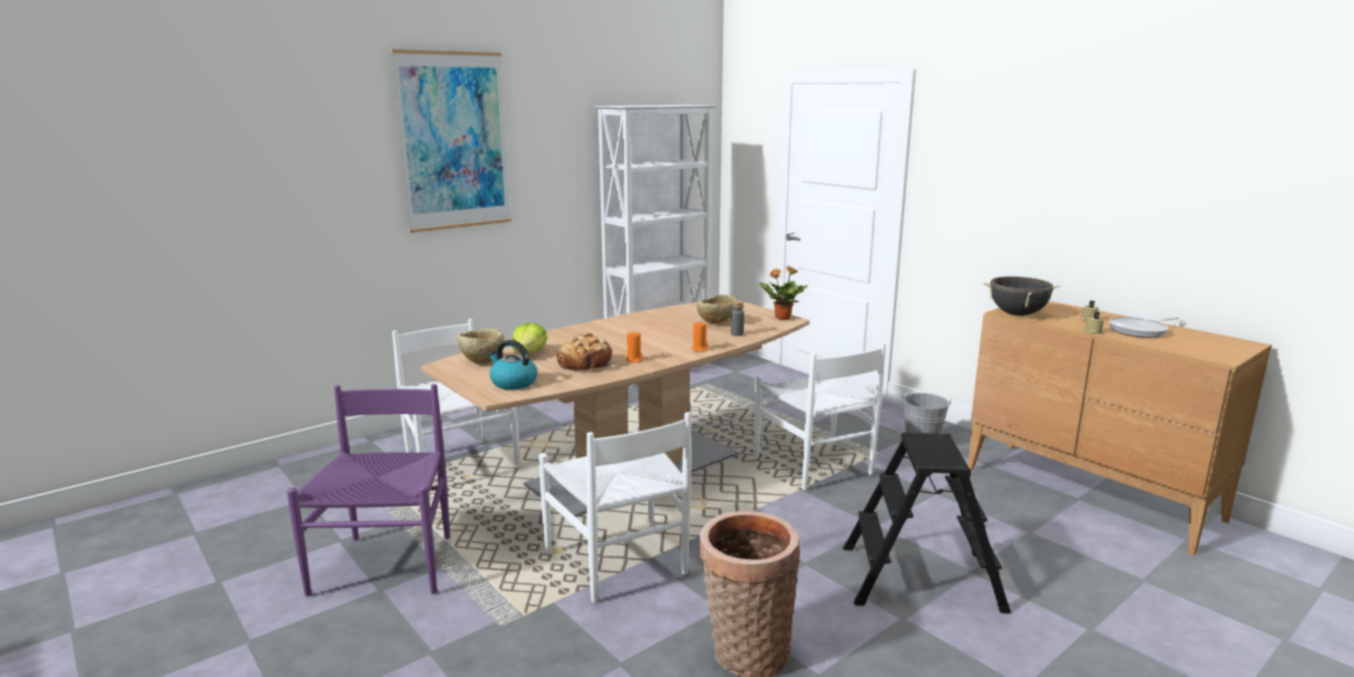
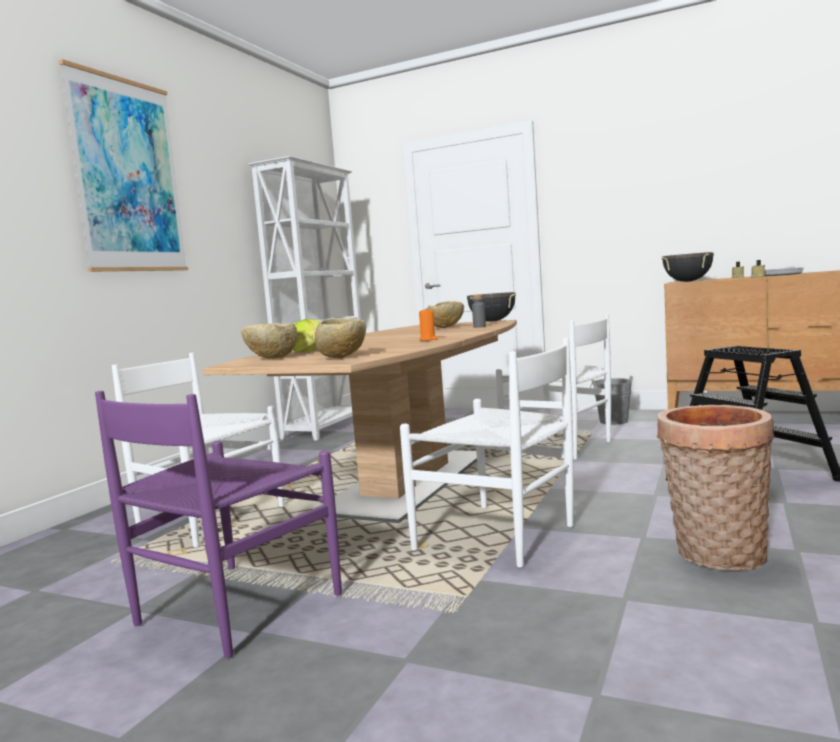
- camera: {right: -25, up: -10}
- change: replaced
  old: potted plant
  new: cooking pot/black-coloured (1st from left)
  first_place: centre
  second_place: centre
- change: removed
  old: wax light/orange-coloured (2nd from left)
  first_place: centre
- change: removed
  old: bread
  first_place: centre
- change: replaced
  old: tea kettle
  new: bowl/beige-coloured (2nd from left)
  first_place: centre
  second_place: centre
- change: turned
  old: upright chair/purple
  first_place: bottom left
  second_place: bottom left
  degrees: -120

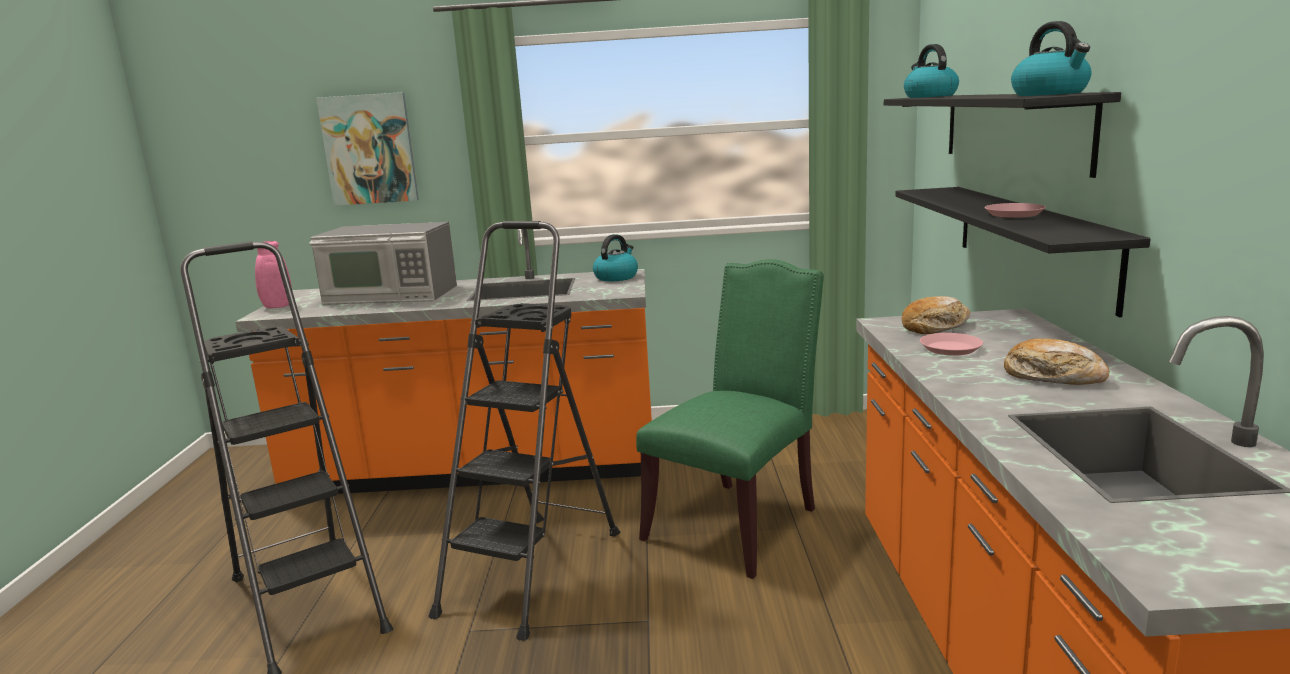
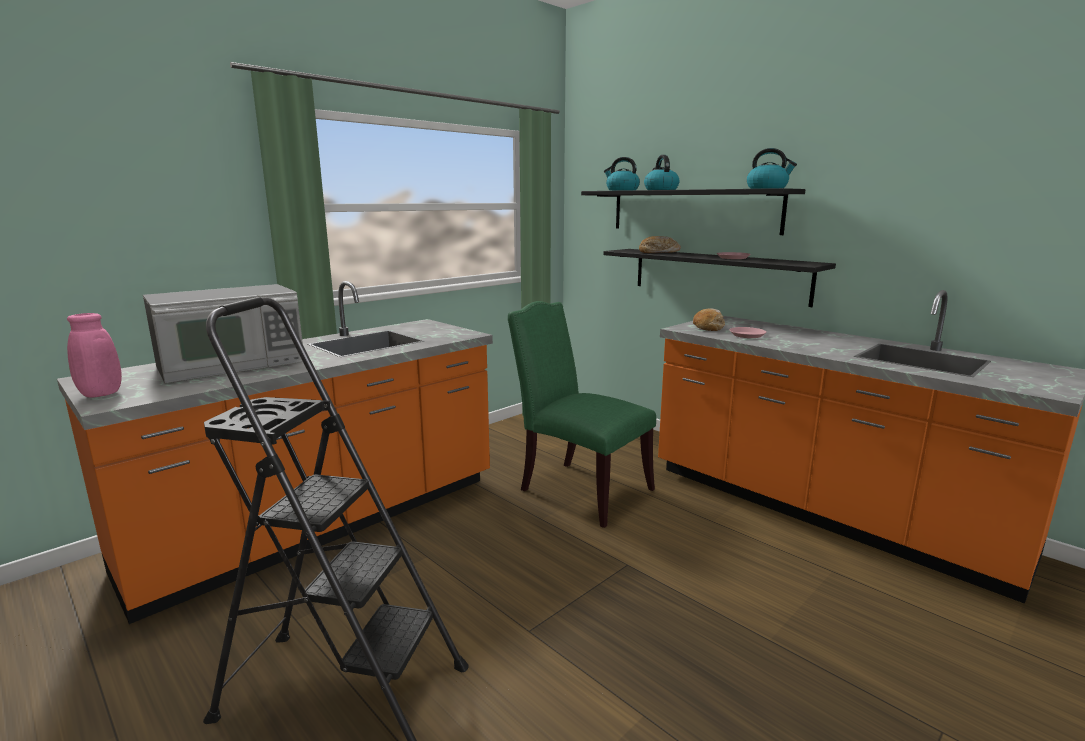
- camera: {right: -45, up: 0}
- change: removed
  old: picture
  first_place: top left
- change: removed
  old: step stool (2nd from left)
  first_place: centre
- change: moved
  old: tea kettle (1st from left in the first image)
  new: tea kettle (2nd from left)
  first_place: centre
  second_place: top centre
- change: turned
  old: upright chair/greenish
  first_place: centre
  second_place: centre
  degrees: -45
- change: moved
  old: bread (2nd from left in the first image)
  new: bread (1st from left)
  first_place: middle right
  second_place: top centre

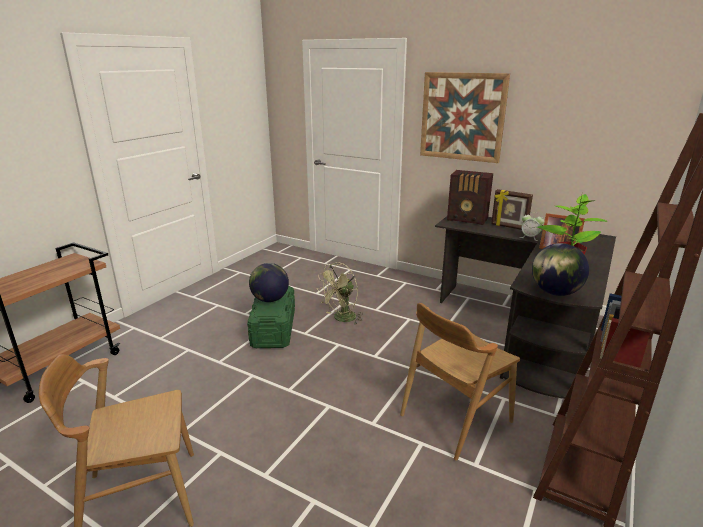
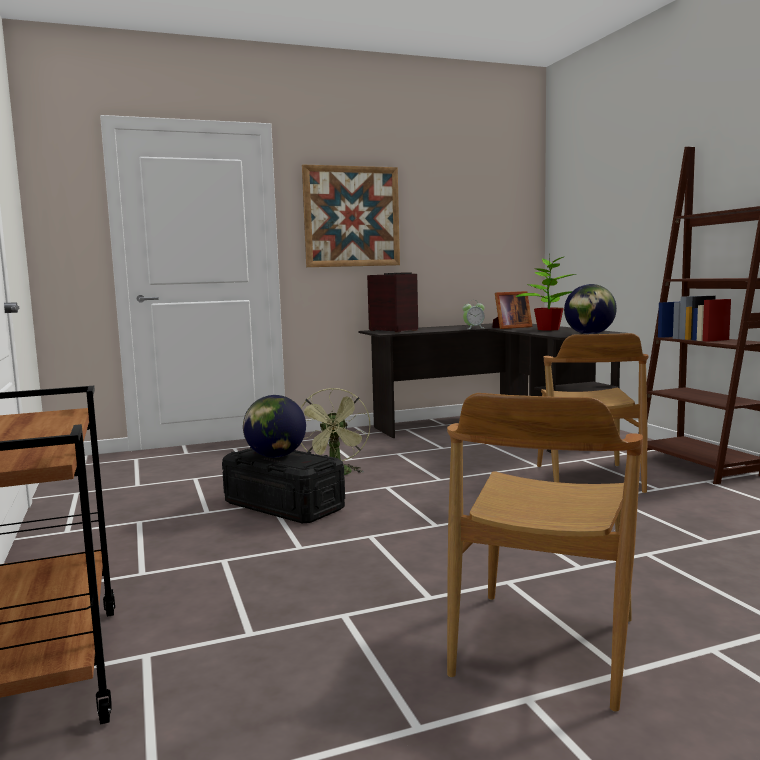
- camera: {right: -50, up: -15}
- change: turned
  old: radio set
  first_place: middle right
  second_place: centre
  degrees: -105
- change: removed
  old: picture frame (1st from left)
  first_place: middle right
- change: recoloured
  old: storage box/greenish
  new: storage box/black-coloured
  first_place: centre
  second_place: centre

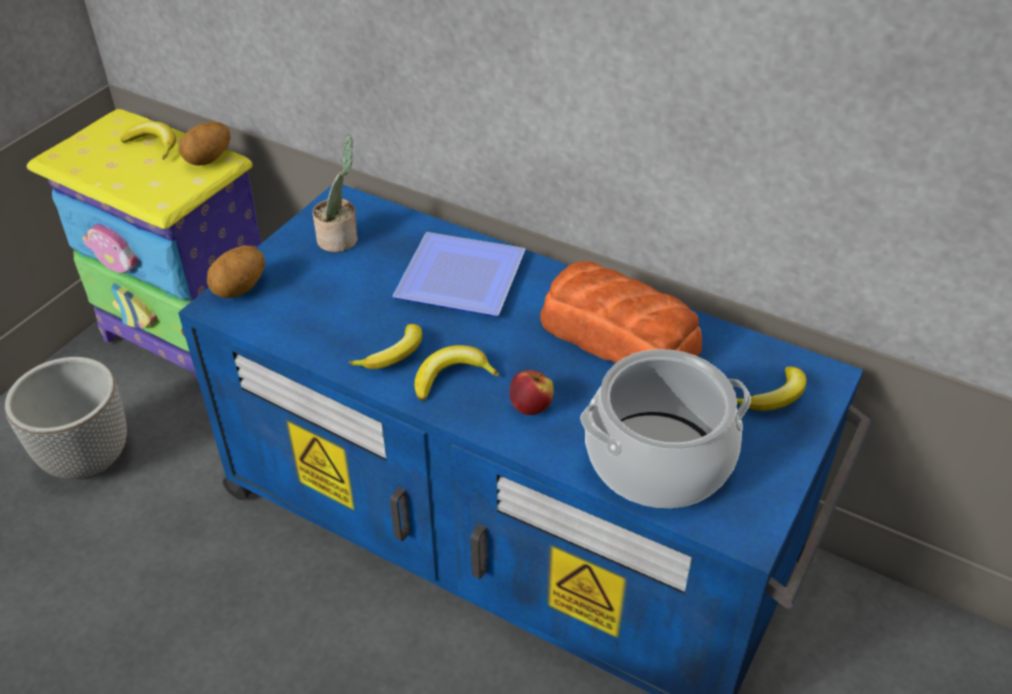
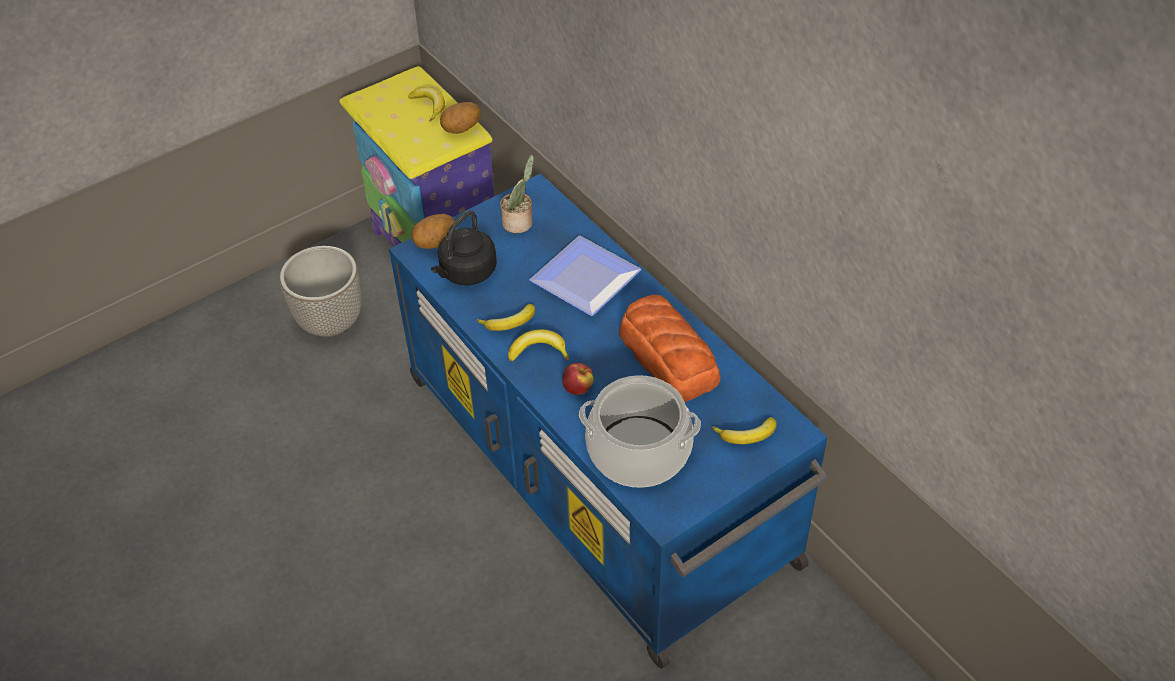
- camera: {right: 25, up: 5}
- change: added
  new: tea kettle/black-coloured
  second_place: centre

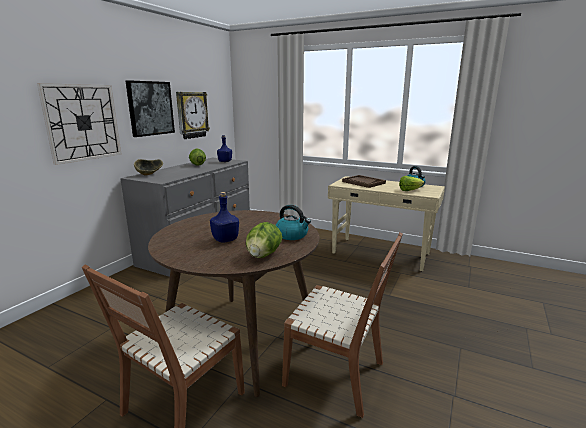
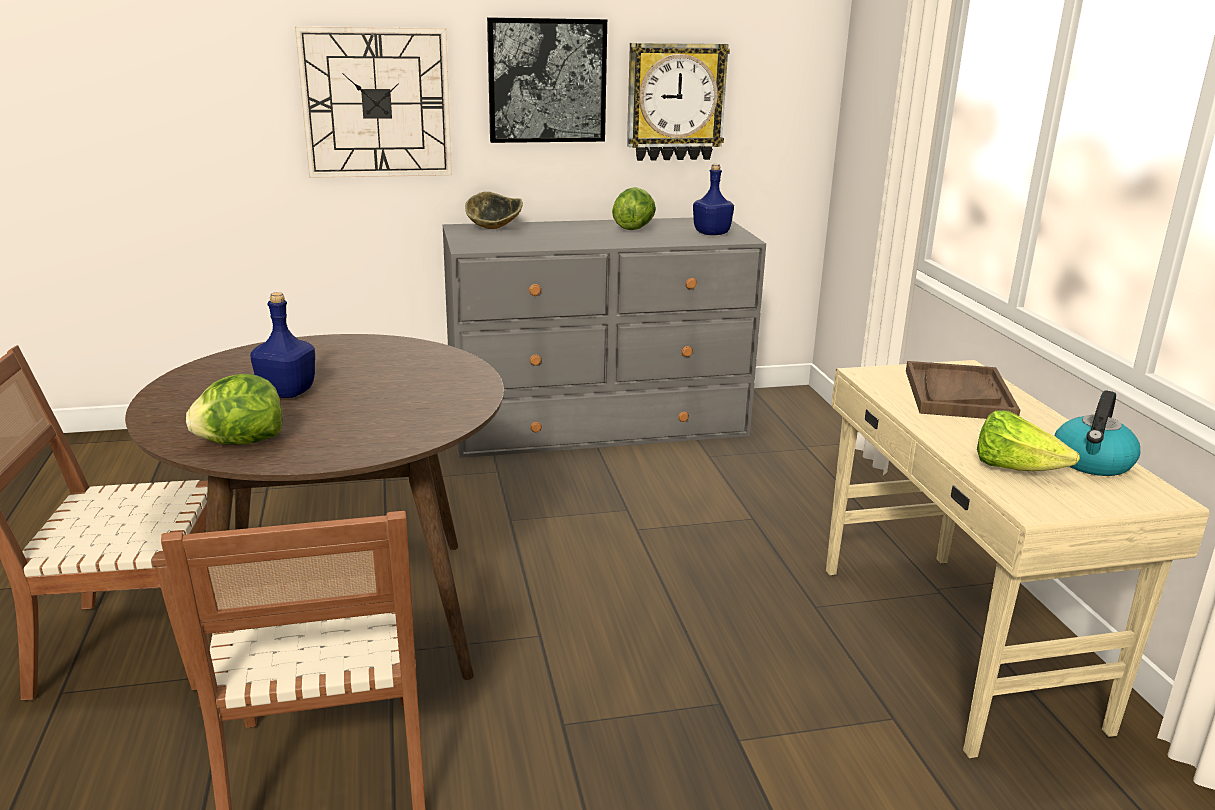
- camera: {right: 50, up: 5}
- change: removed
  old: tea kettle (1st from left)
  first_place: centre

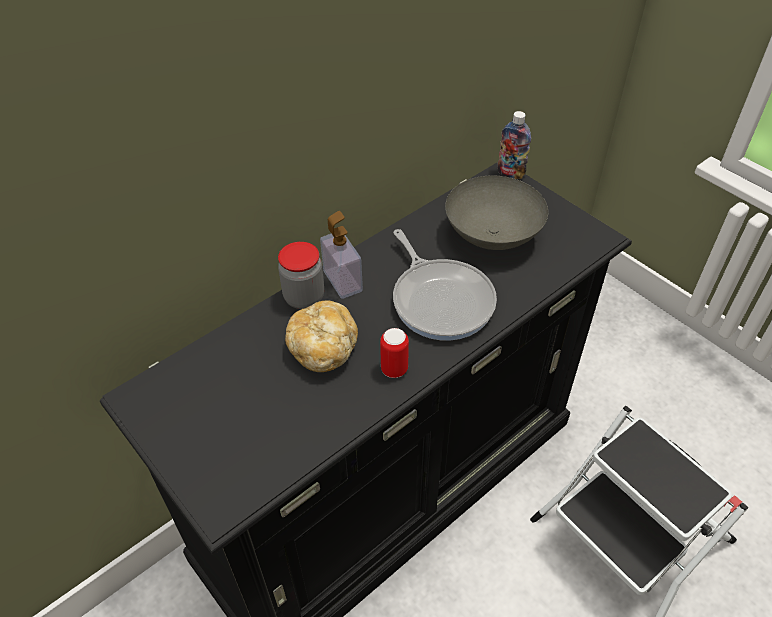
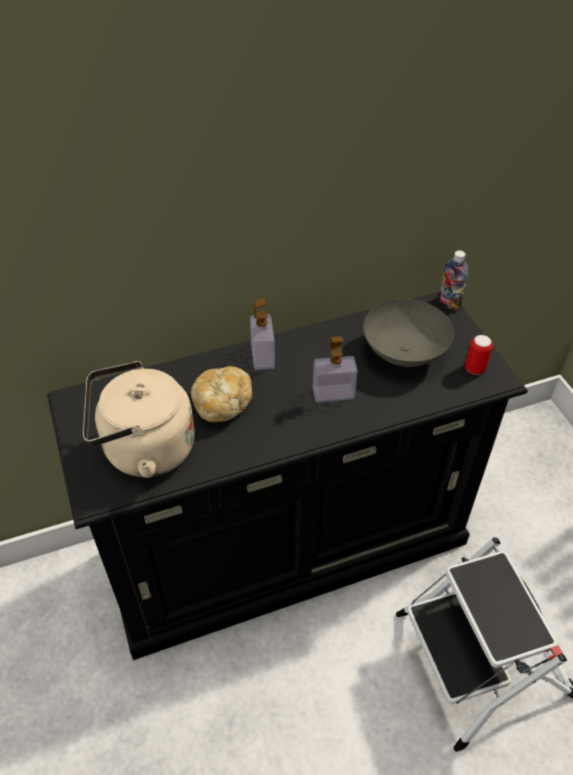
- camera: {right: 20, up: 0}
- change: replaced
  old: pan
  new: soap dispenser (2nd from left)
  first_place: centre
  second_place: centre
- change: removed
  old: preserve jar
  first_place: centre
- change: moved
  old: can
  first_place: centre
  second_place: middle right
- change: added
  new: tea kettle/beige-coloured
  second_place: middle left

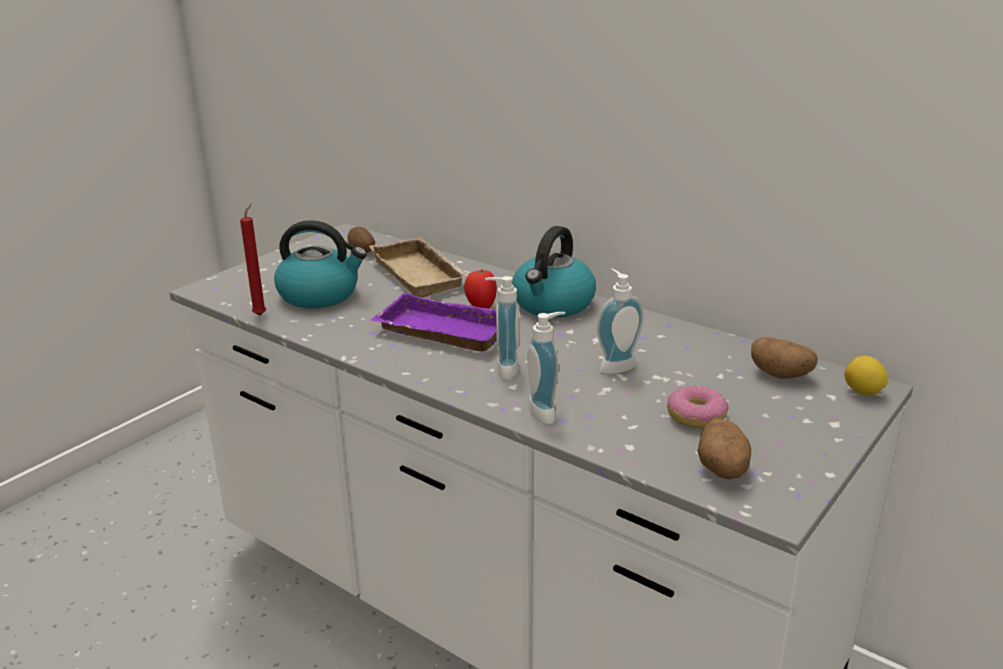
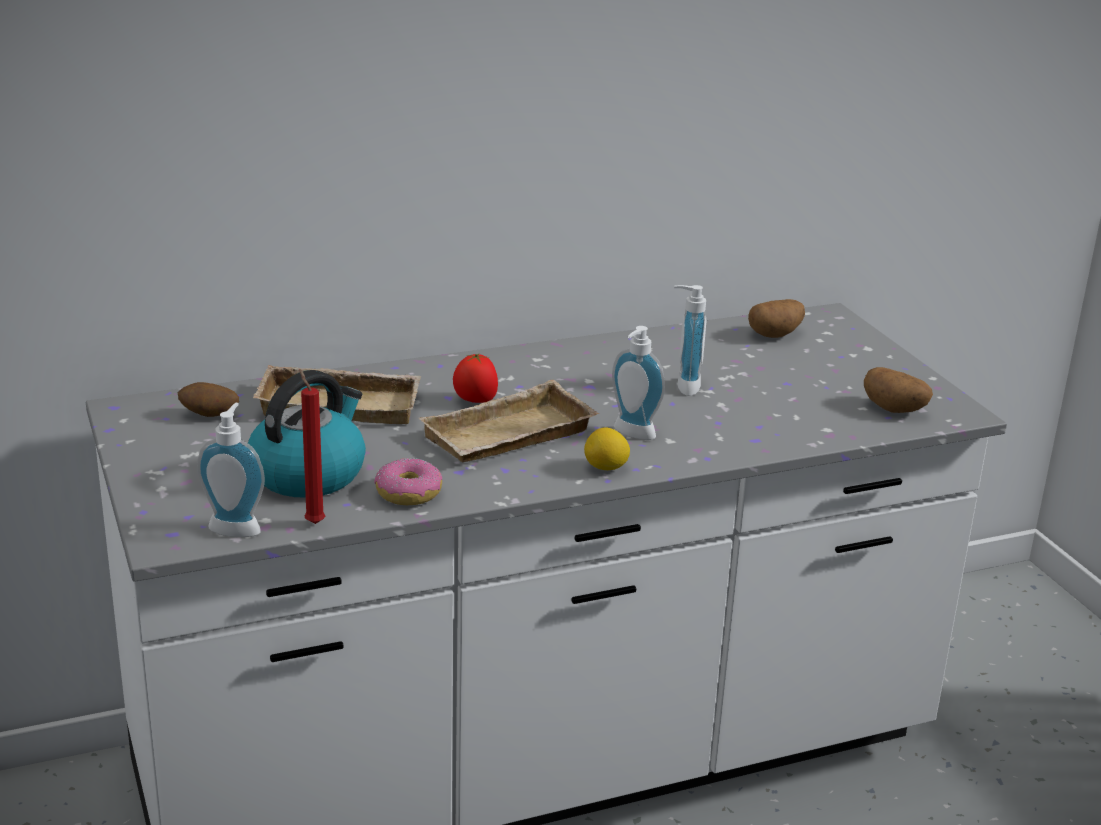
- camera: {right: -60, up: 0}
- change: removed
  old: tea kettle (2nd from left)
  first_place: centre
- change: recoloured
  old: carrying tray/purple
  new: carrying tray/beige-coloured (2nd from left)
  first_place: centre
  second_place: centre
- change: moved
  old: soap dispenser (2nd from left in the first image)
  new: soap dispenser (1st from left)
  first_place: centre
  second_place: middle left
- change: moved
  old: whole lemon
  first_place: middle right
  second_place: centre
- change: moved
  old: doughnut
  first_place: middle right
  second_place: centre

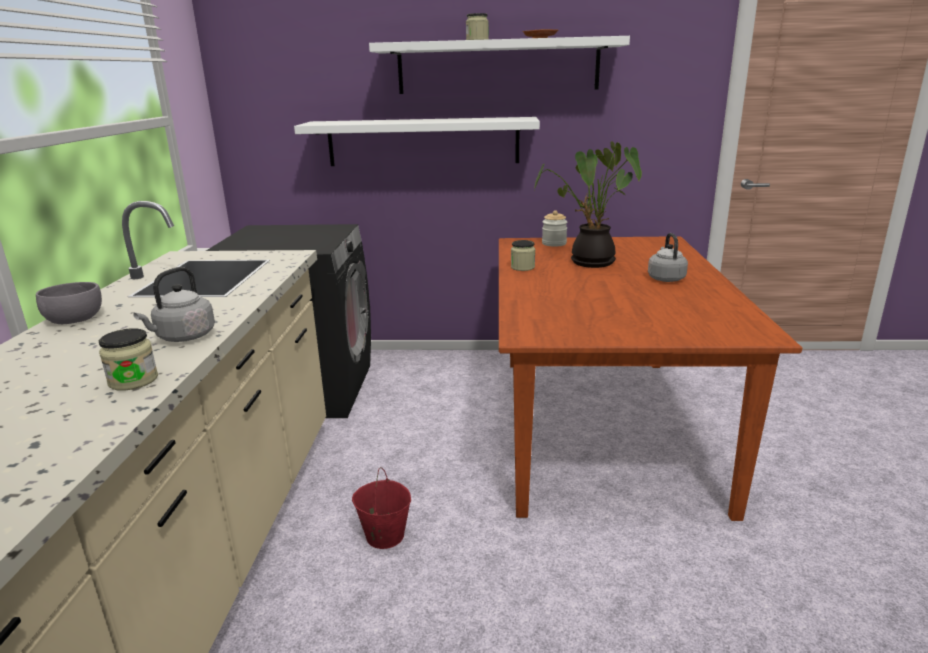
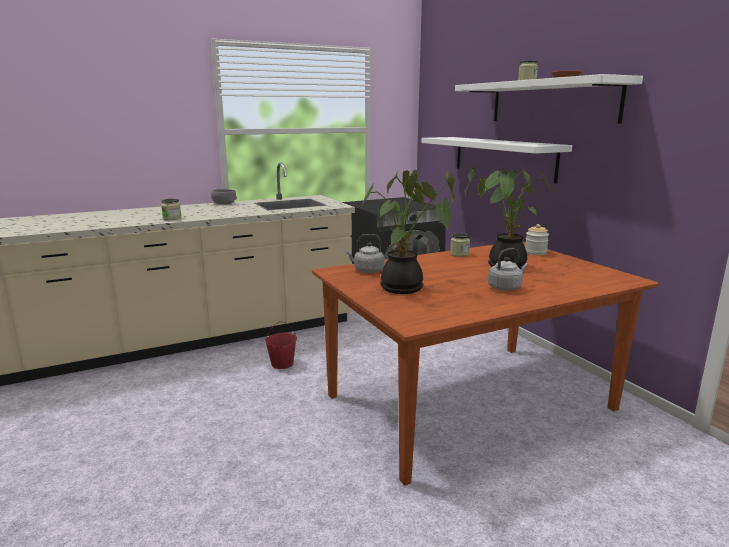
- camera: {right: 60, up: -5}
- change: moved
  old: tea kettle/grey (1st from left)
  first_place: middle left
  second_place: centre
- change: added
  new: potted plant (1st from left)
  second_place: centre

